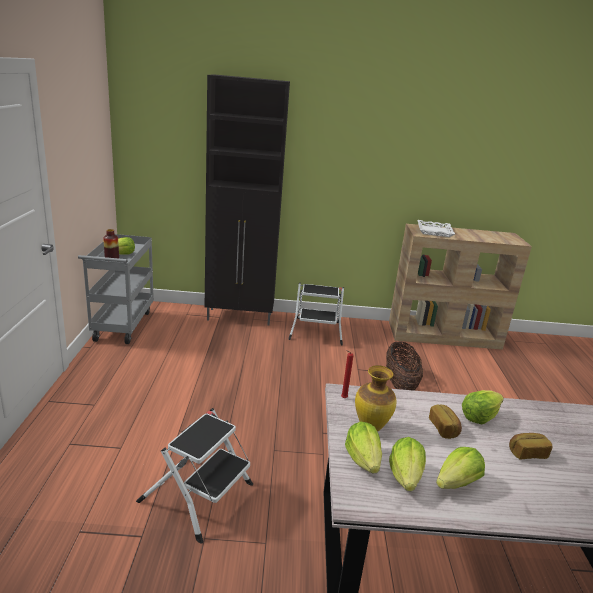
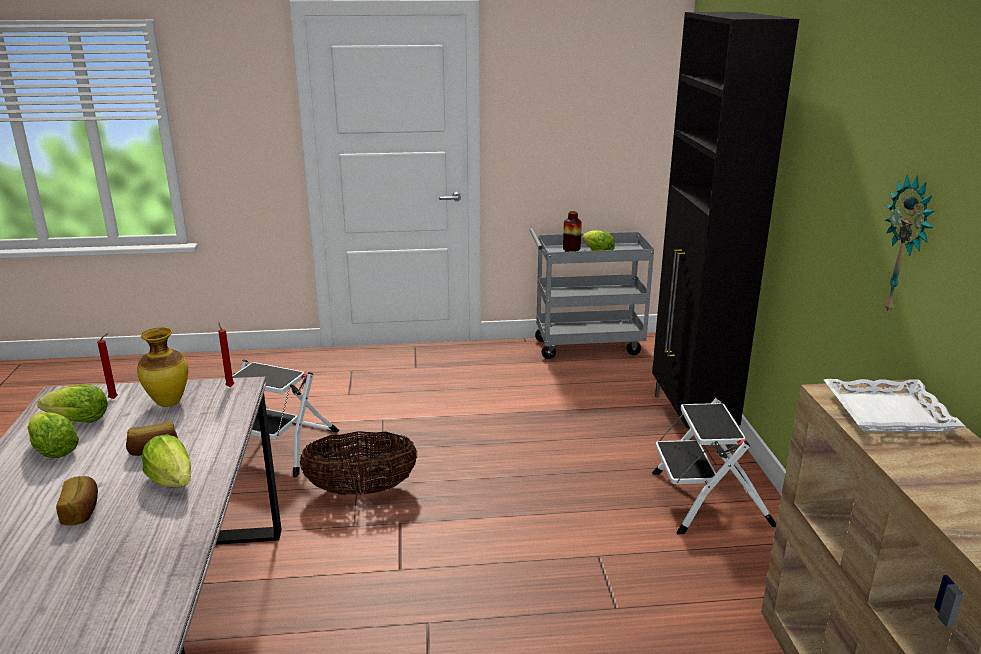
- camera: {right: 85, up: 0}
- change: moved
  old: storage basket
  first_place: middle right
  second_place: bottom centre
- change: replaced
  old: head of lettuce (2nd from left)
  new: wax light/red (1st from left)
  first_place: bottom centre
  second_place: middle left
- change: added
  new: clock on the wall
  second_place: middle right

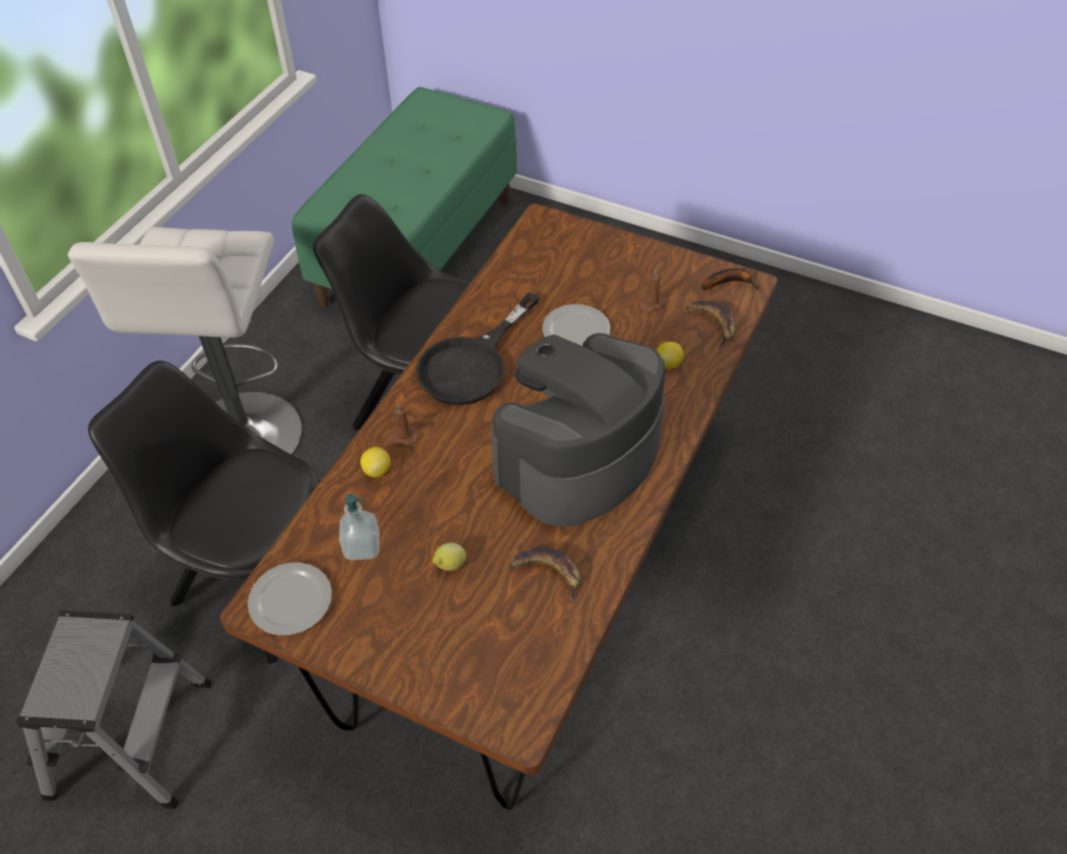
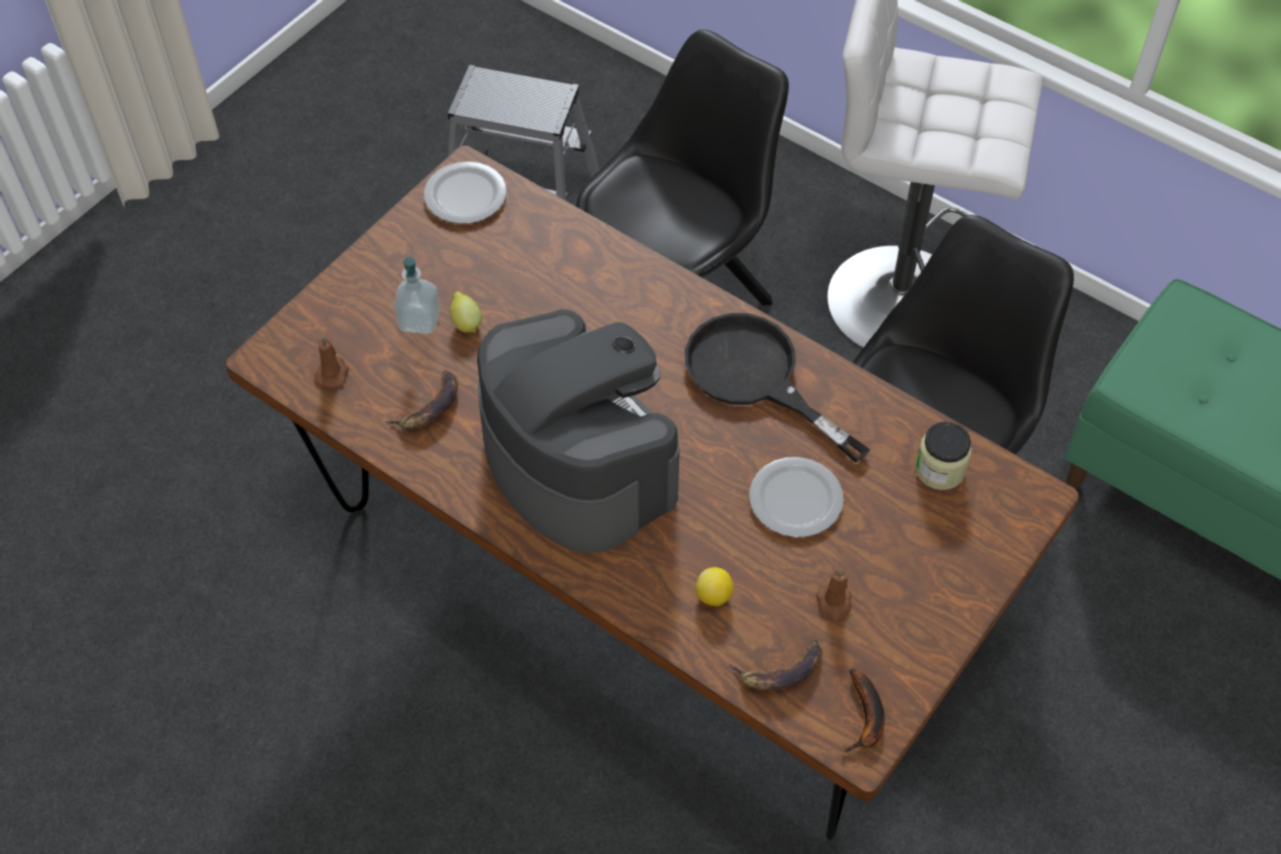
- camera: {right: 100, up: 5}
- change: moved
  old: wax light/brown (1st from left)
  first_place: centre
  second_place: middle left
- change: removed
  old: whole lemon (1st from left)
  first_place: centre
- change: moved
  old: soap dispenser
  first_place: centre
  second_place: middle left
- change: added
  new: preserve jar
  second_place: middle right

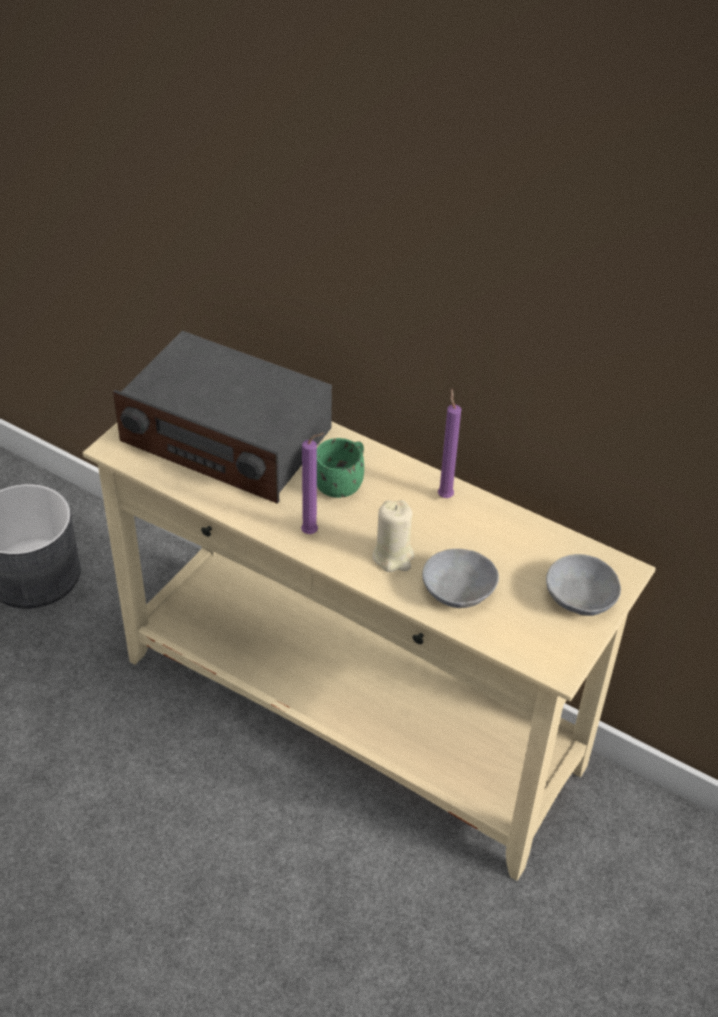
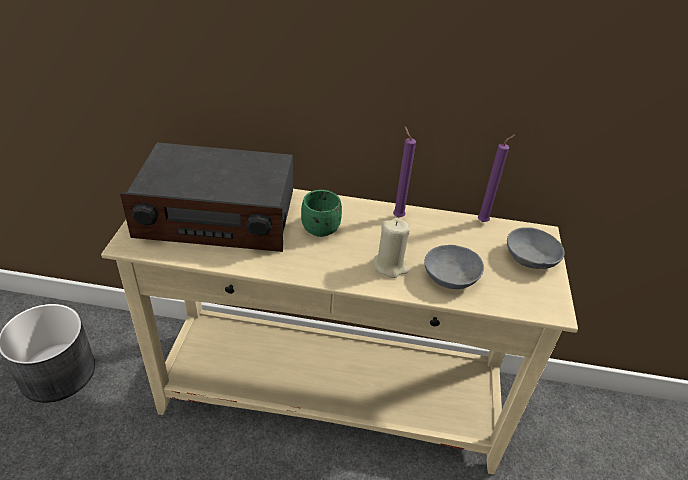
- camera: {right: -25, up: -5}
- change: moved
  old: wax light/purple (1st from left in the first image)
  new: wax light/purple (2nd from left)
  first_place: centre
  second_place: middle right

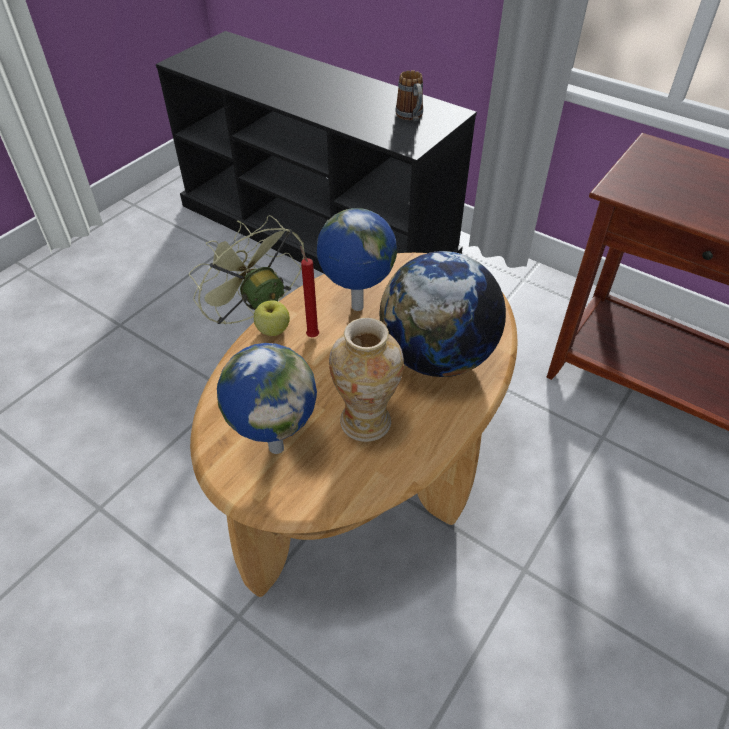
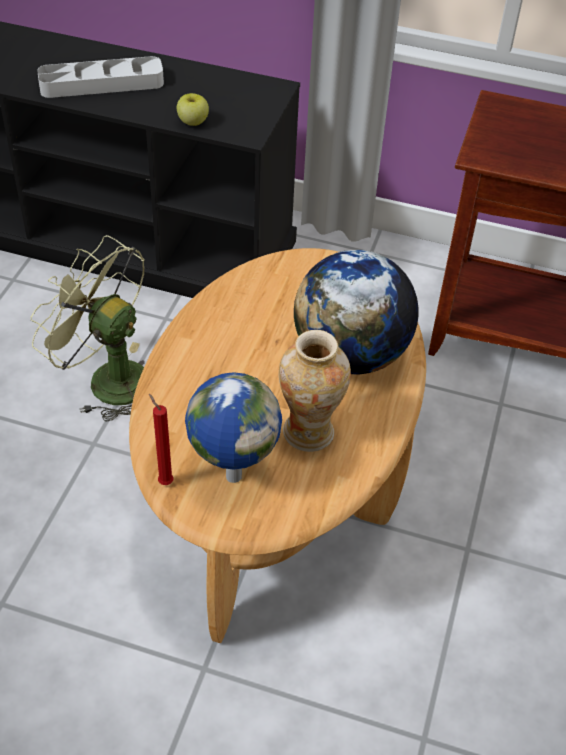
- camera: {right: -20, up: 0}
- change: removed
  old: mug
  first_place: top centre
- change: removed
  old: desk globe (2nd from left)
  first_place: centre
- change: moved
  old: wax light/red
  first_place: centre
  second_place: middle left
- change: moved
  old: apple fruit
  first_place: centre
  second_place: top centre
- change: added
  new: carrying tray/grey
  second_place: top left

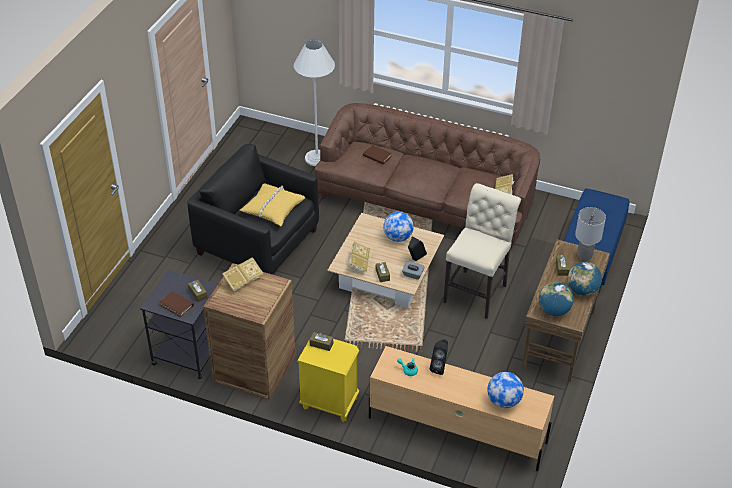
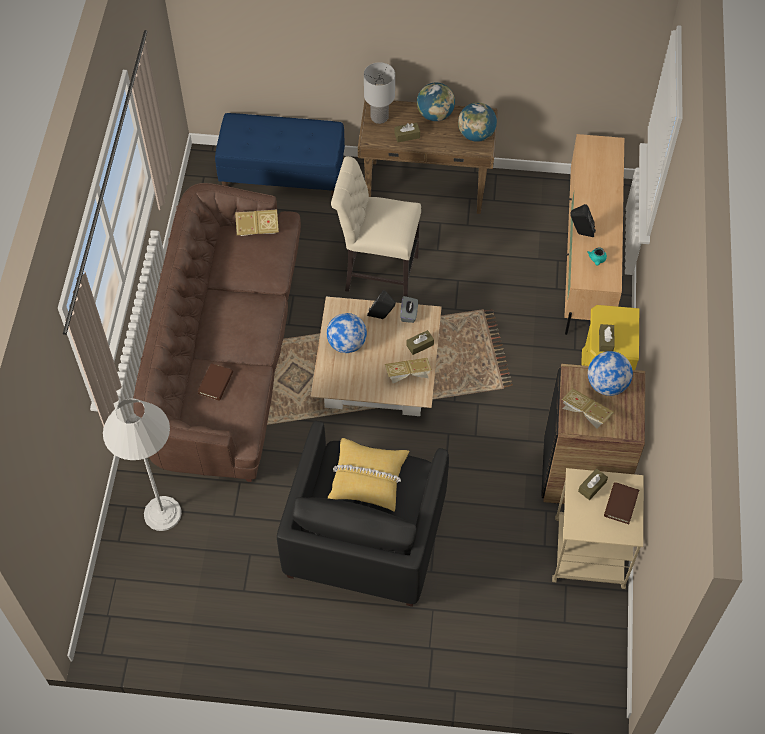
- camera: {right: -105, up: 15}
- change: recoloured
  old: trolley/black-coloured
  new: trolley/beige-coloured
  first_place: middle left
  second_place: bottom right
- change: moved
  old: desk globe (2nd from left in the first image)
  new: desk globe (4th from left)
  first_place: bottom right
  second_place: middle right

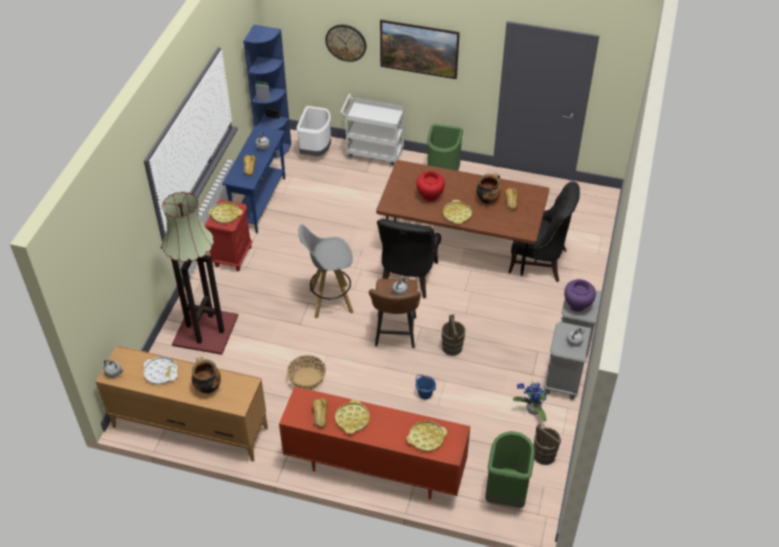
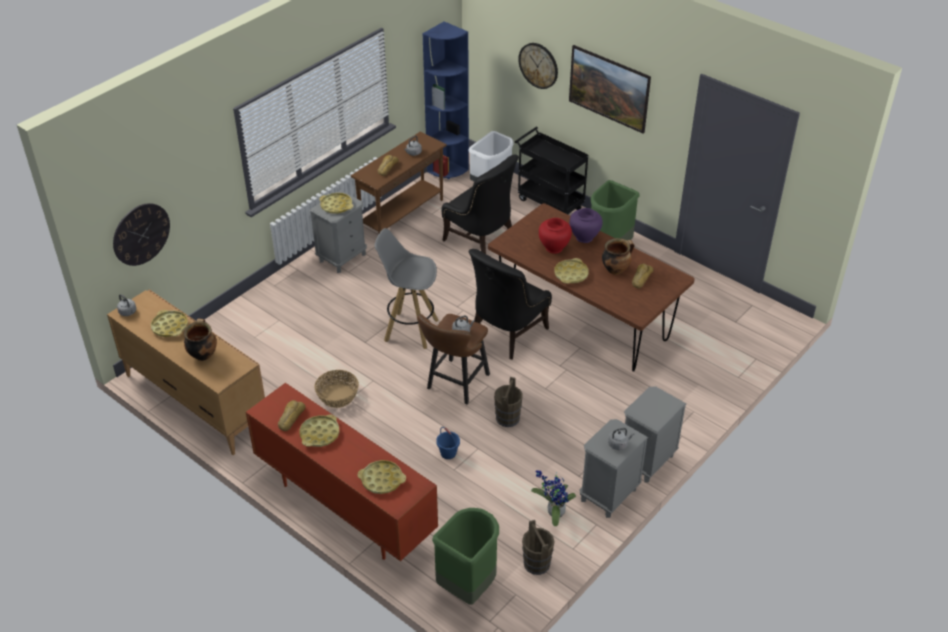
- camera: {right: 25, up: -5}
- change: recoloured
  old: trolley/whitish
  new: trolley/black-coloured
  first_place: top centre
  second_place: top centre
- change: recoloured
  old: hall table/blue-coloured
  new: hall table/brown
  first_place: top left
  second_place: top centre
- change: moved
  old: upright chair/black-coloured (2nd from left in the first image)
  new: upright chair/black-coloured (1st from left)
  first_place: middle right
  second_place: top centre
- change: removed
  old: floor lamp
  first_place: middle left
- change: recoloured
  old: bedside table/red
  new: bedside table/grey (1st from left)
  first_place: middle left
  second_place: centre
- change: moved
  old: decorative vase/purple
  first_place: middle right
  second_place: centre
- change: recoloured
  old: carrying tray/whitish
  new: carrying tray/yellowish (1st from left)
  first_place: bottom left
  second_place: middle left
- change: added
  new: clock on the wall (1st from left)
  second_place: middle left

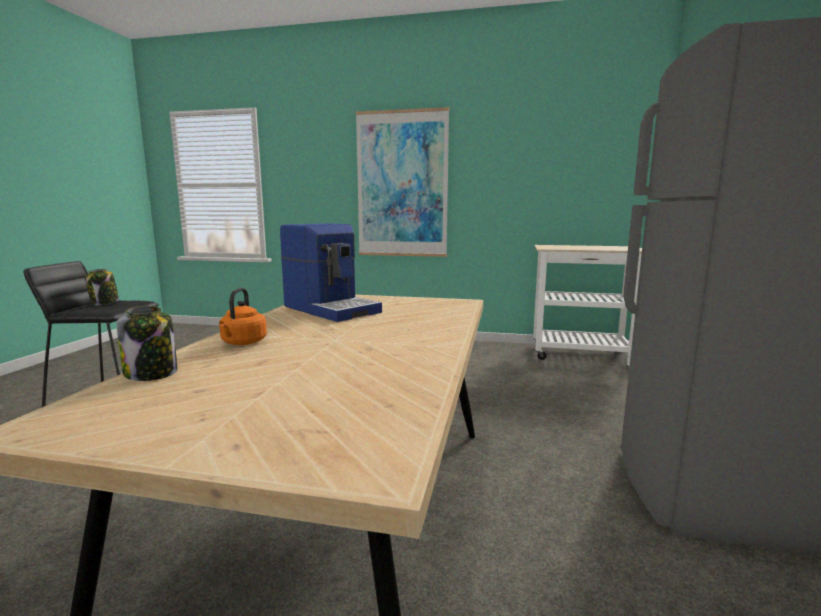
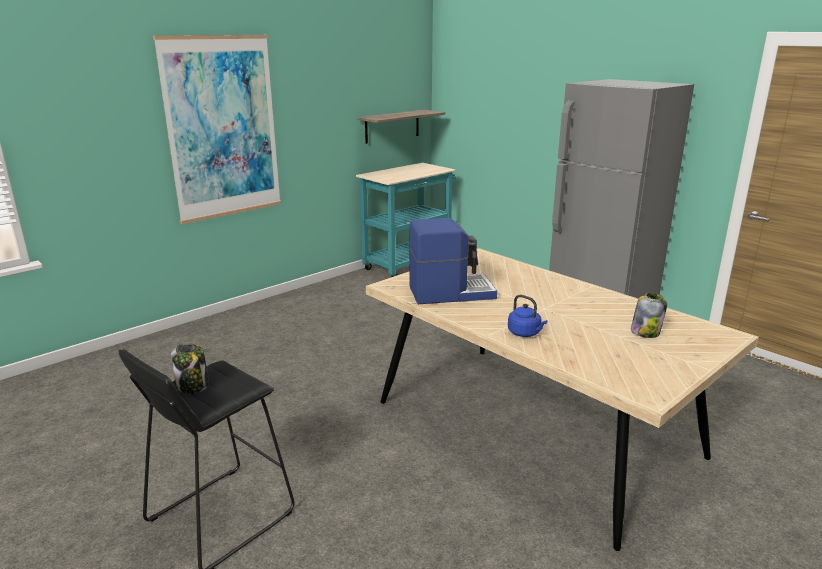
- camera: {right: -55, up: 10}
- change: recoloured
  old: trolley/whitish
  new: trolley/turquoise
  first_place: middle right
  second_place: centre
- change: recoloured
  old: tea kettle/orange-coloured
  new: tea kettle/blue-coloured
  first_place: middle left
  second_place: centre
- change: moved
  old: preserve jar (2nd from left)
  first_place: middle left
  second_place: middle right
- change: added
  new: bracket shelf
  second_place: top centre

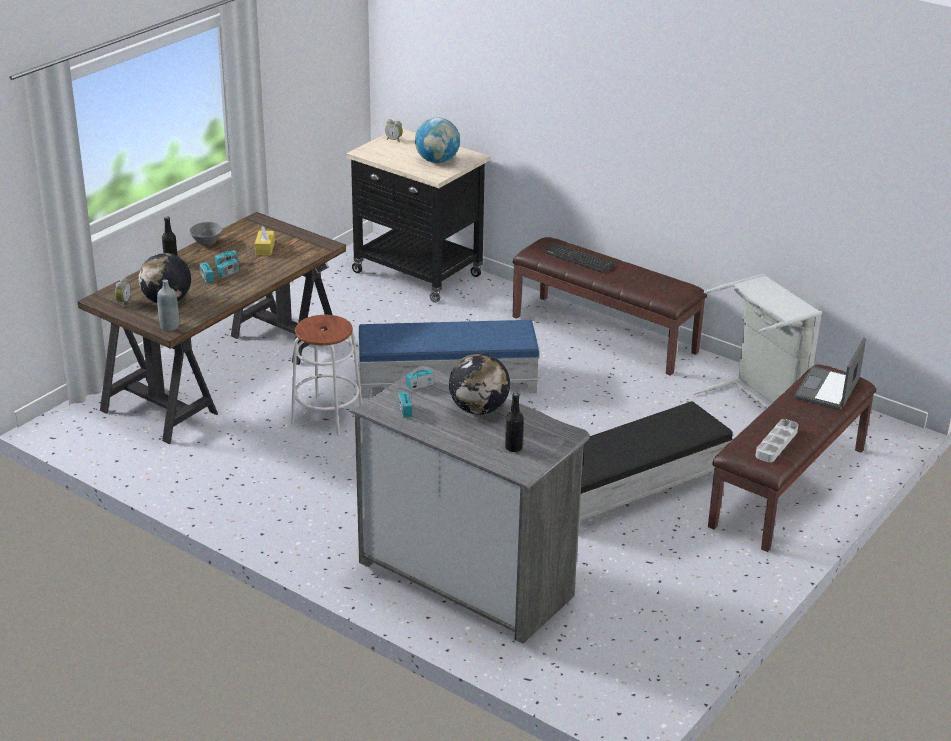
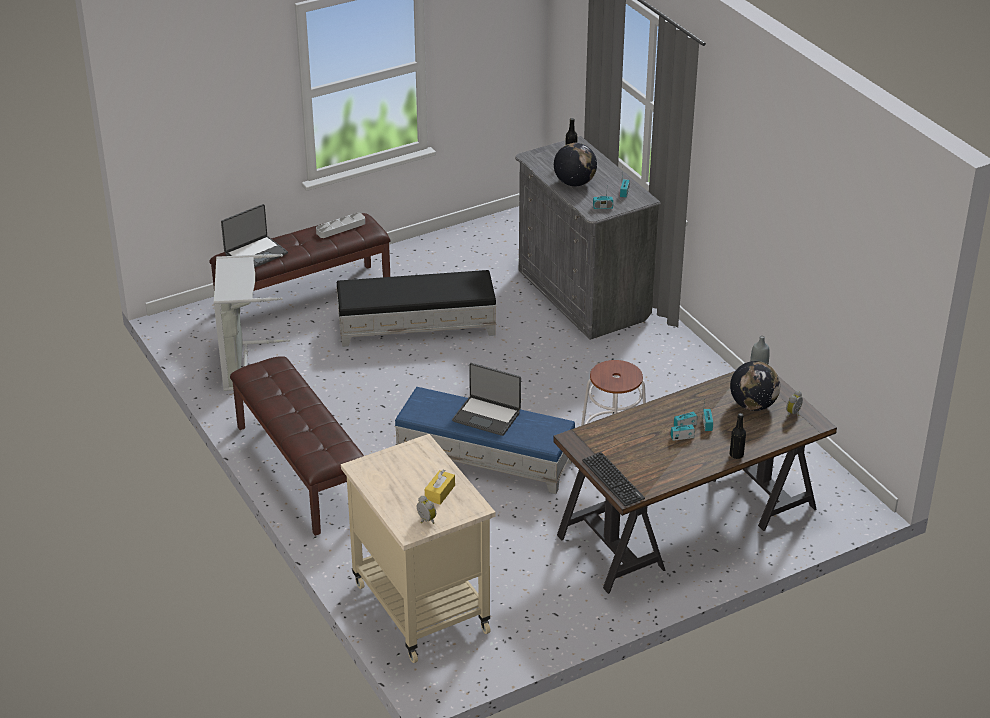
- camera: {right: -155, up: 5}
- change: removed
  old: desk globe (2nd from left)
  first_place: top centre
- change: recoloured
  old: trolley/black-coloured
  new: trolley/beige-coloured
  first_place: top centre
  second_place: bottom centre
- change: removed
  old: bowl/grey
  first_place: top left
- change: moved
  old: box of tissues/yellowish
  first_place: top left
  second_place: bottom centre
- change: moved
  old: computer keyboard
  first_place: centre
  second_place: bottom centre
- change: added
  new: notebook computer (2nd from left)
  second_place: centre

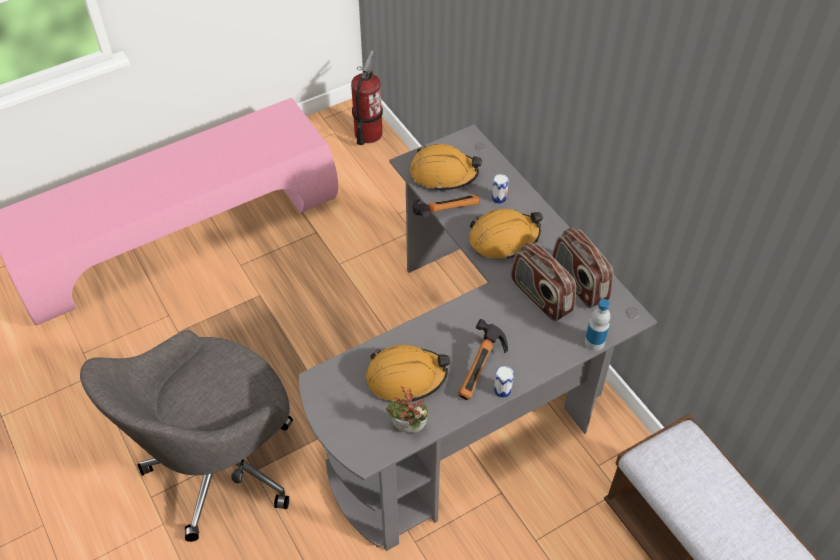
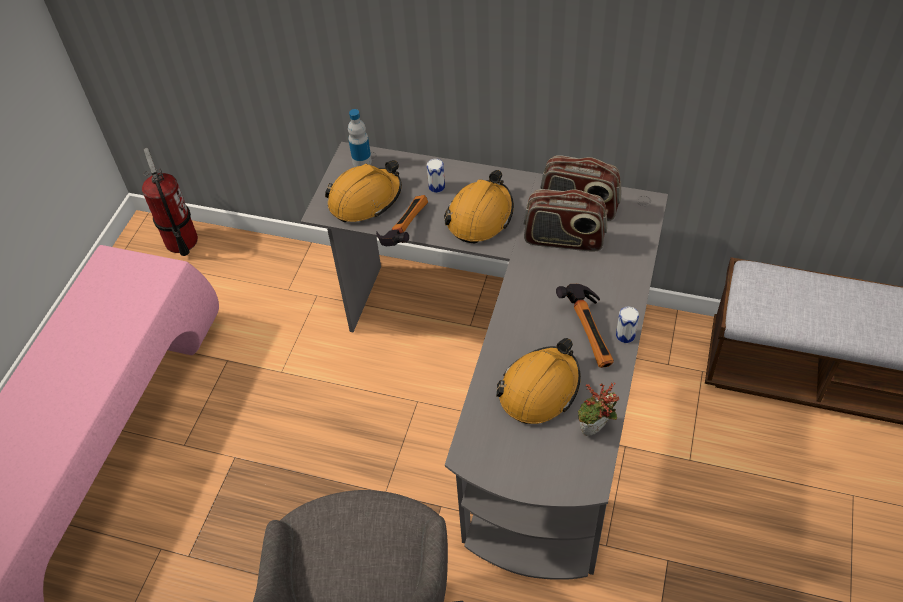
- camera: {right: -40, up: 0}
- change: moved
  old: drink bottle
  first_place: middle right
  second_place: top centre

